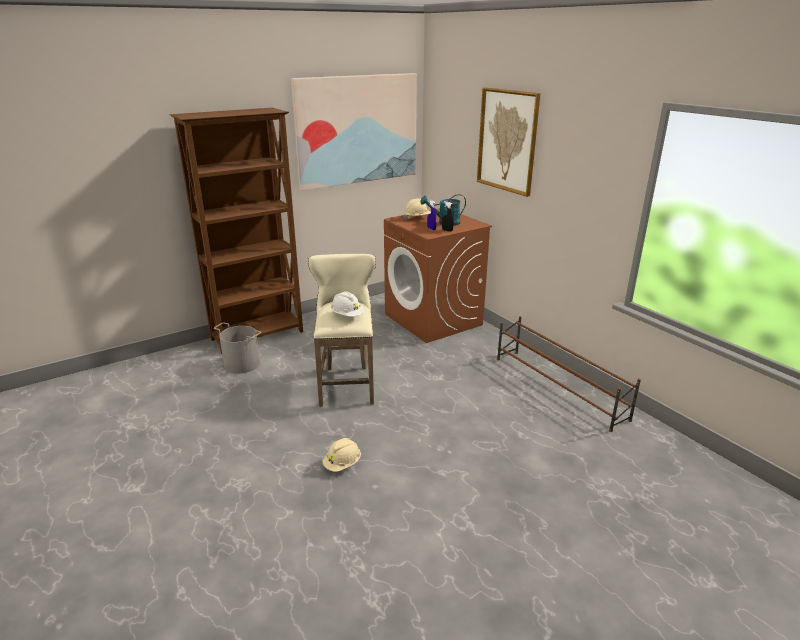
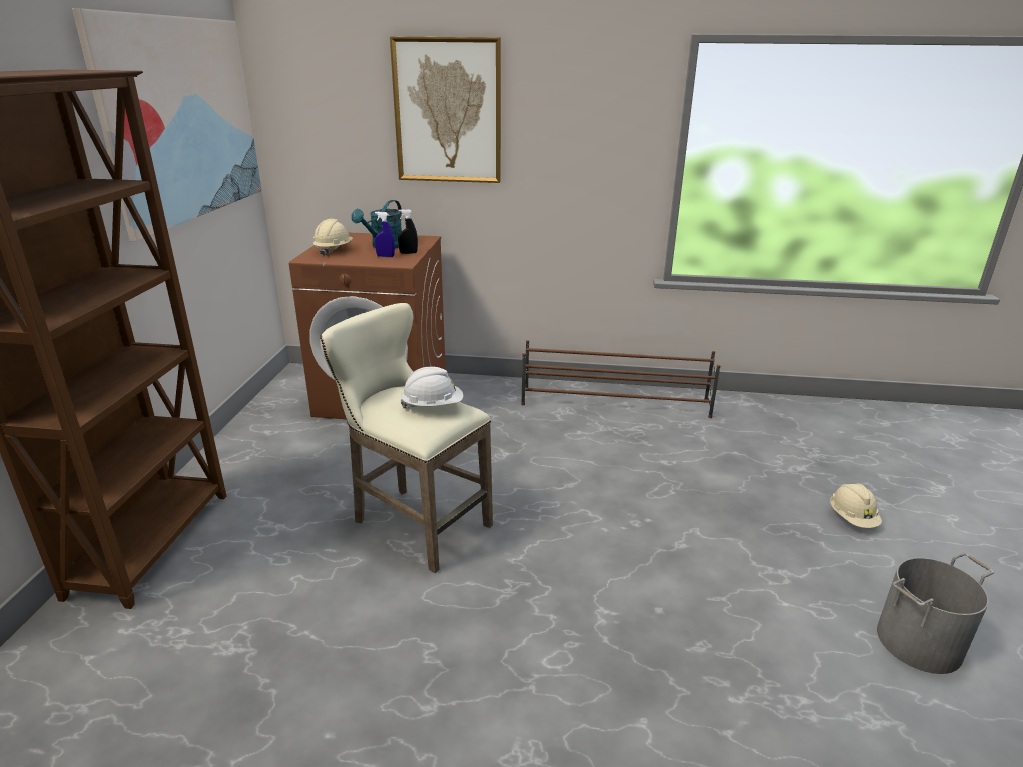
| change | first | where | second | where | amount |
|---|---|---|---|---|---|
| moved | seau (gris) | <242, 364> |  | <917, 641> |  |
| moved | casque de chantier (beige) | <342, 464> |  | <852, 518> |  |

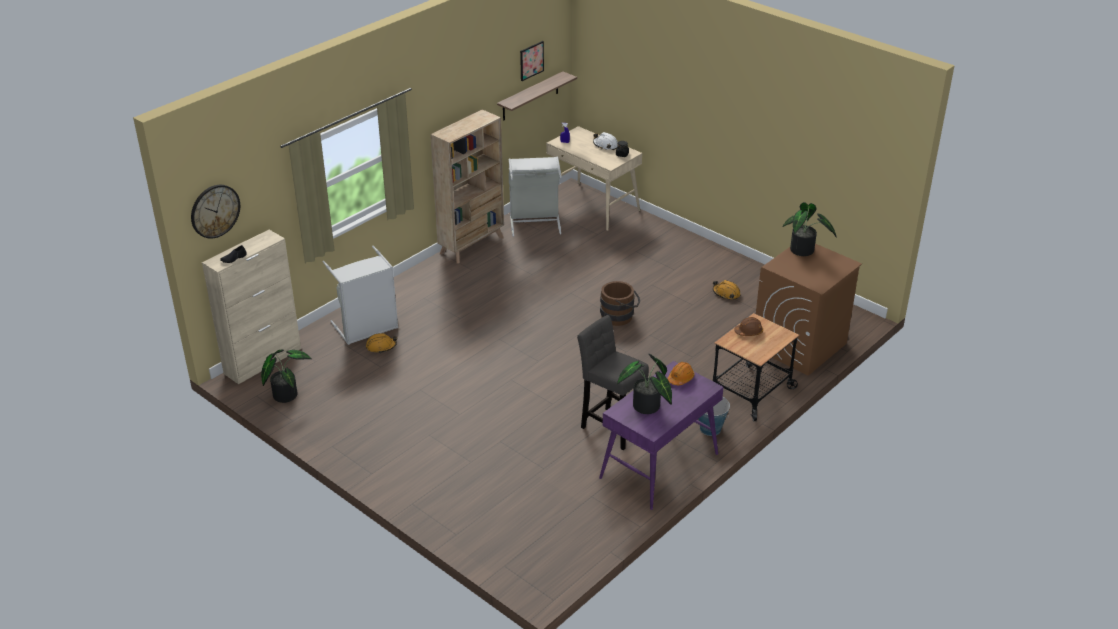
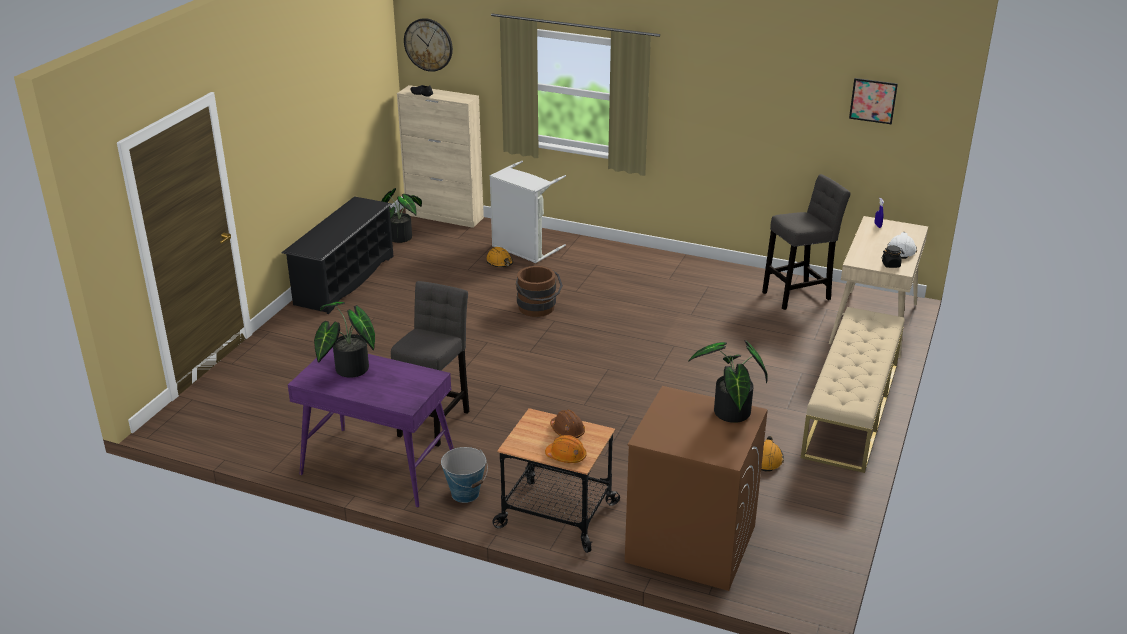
| change | first | where | second | where | amount |
|---|---|---|---|---|---|
| removed | bibliothèque (beige) | <472, 245> |  |  |  |
| removed | étagère | <530, 96> |  |  |  |
| added |  |  | étagère à chaussures (noir) | <344, 280> |  |
| added |  |  | banc (beige) | <851, 410> |  |
| moved | seau (marron) | <620, 316> |  | <538, 309> |  |
| moved | casque de chantier (orange) | <680, 378> |  | <566, 456> |  |
| replaced | panier à linge (gris) | <535, 222> | tabouret (gris) | <799, 294> |  |

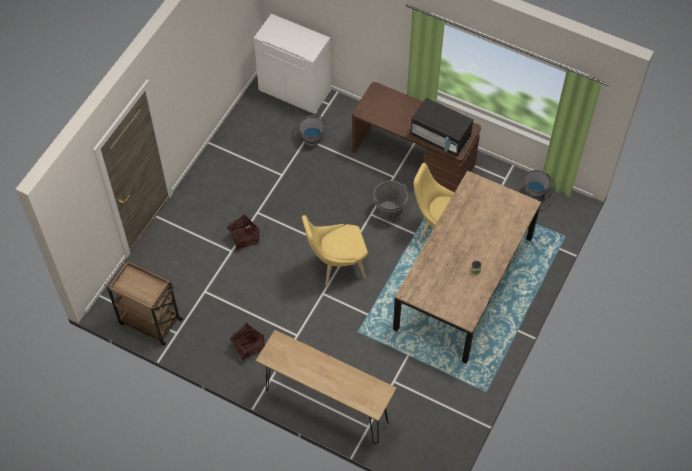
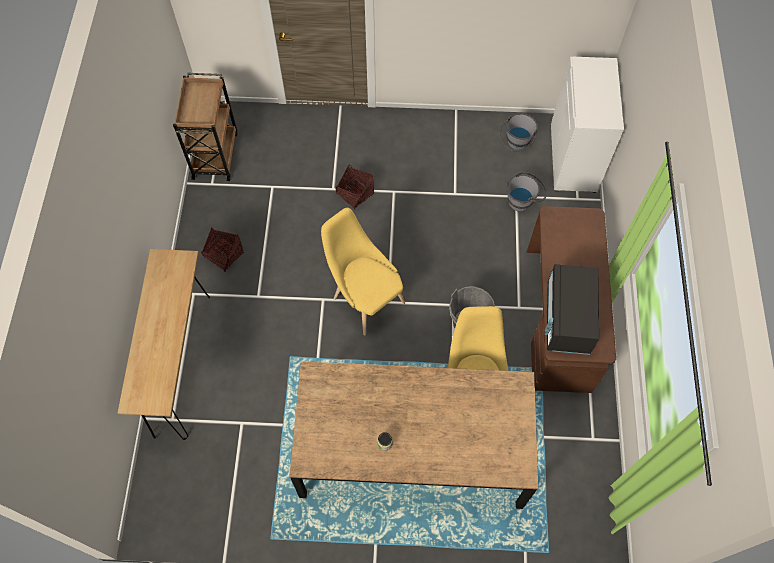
| change | first | where | second | where | amount |
|---|---|---|---|---|---|
| moved | seau (gris) | <536, 196> |  | <515, 145> |  |

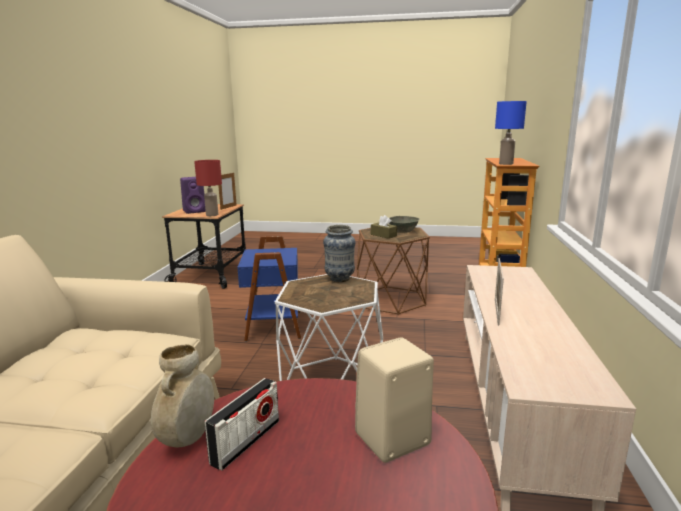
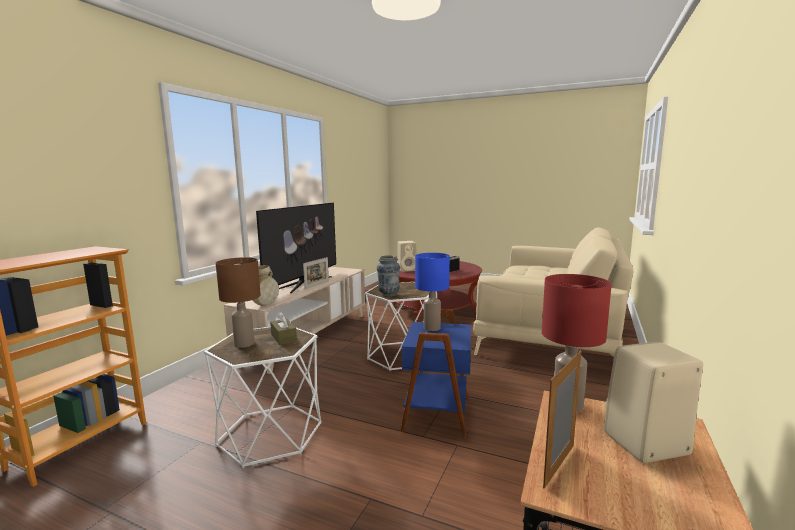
| change | first | where | second | where | amount |
|---|---|---|---|---|---|
| added |  |  | téléviseur | <303, 283> |  |
| moved | vase (beige) | <188, 438> |  | <265, 304> |  |
| moved | lampe de table (bleu) | <505, 164> |  | <432, 328> |  |
| replaced | bol (gris) | <402, 231> | lampe de table (marron) | <244, 344> |  |
| recoloured | enceinte (violet) | <195, 211> | enceinte (beige) | <644, 444> |  |
| recoloured | table d'appoint (marron) | <392, 300> | table d'appoint (blanc) | <270, 434> |  |

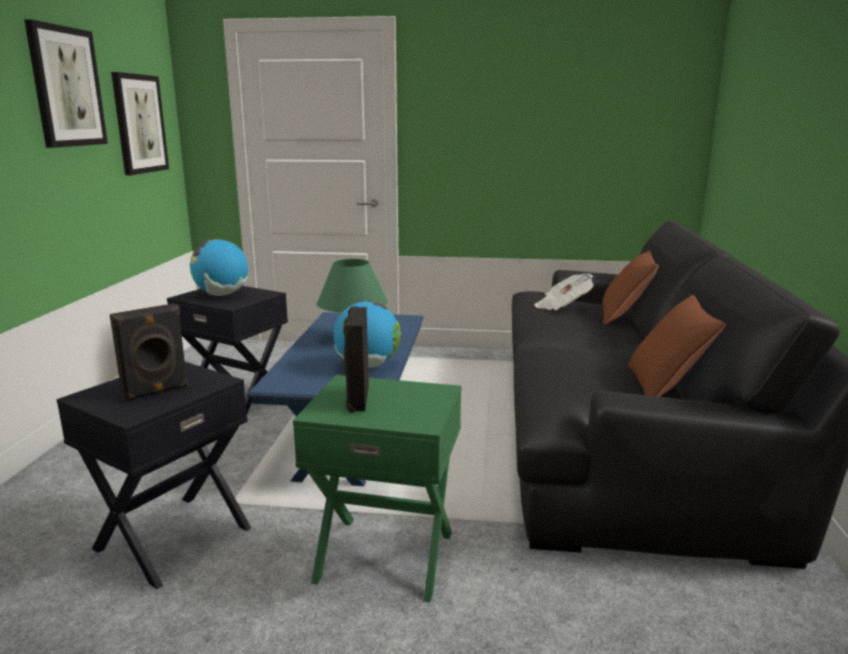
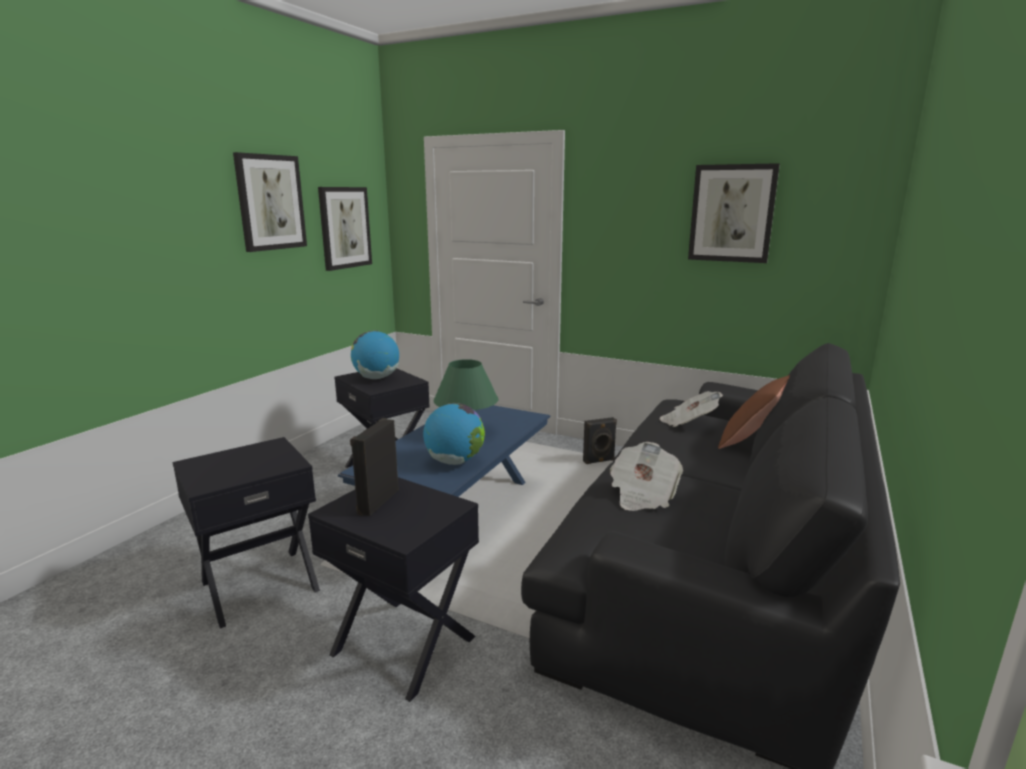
| change | first | where | second | where | amount |
|---|---|---|---|---|---|
| removed | coussin (marron) | <667, 385> |  |  |  |
| added |  |  | journal | <642, 495> |  |
| added |  |  | tableau | <732, 213> |  |
| moved | enceinte (noir) | <156, 392> |  | <599, 461> |  |
| recoloured | table d'appoint (vert) | <386, 555> | table d'appoint (noir) | <405, 644> |  |

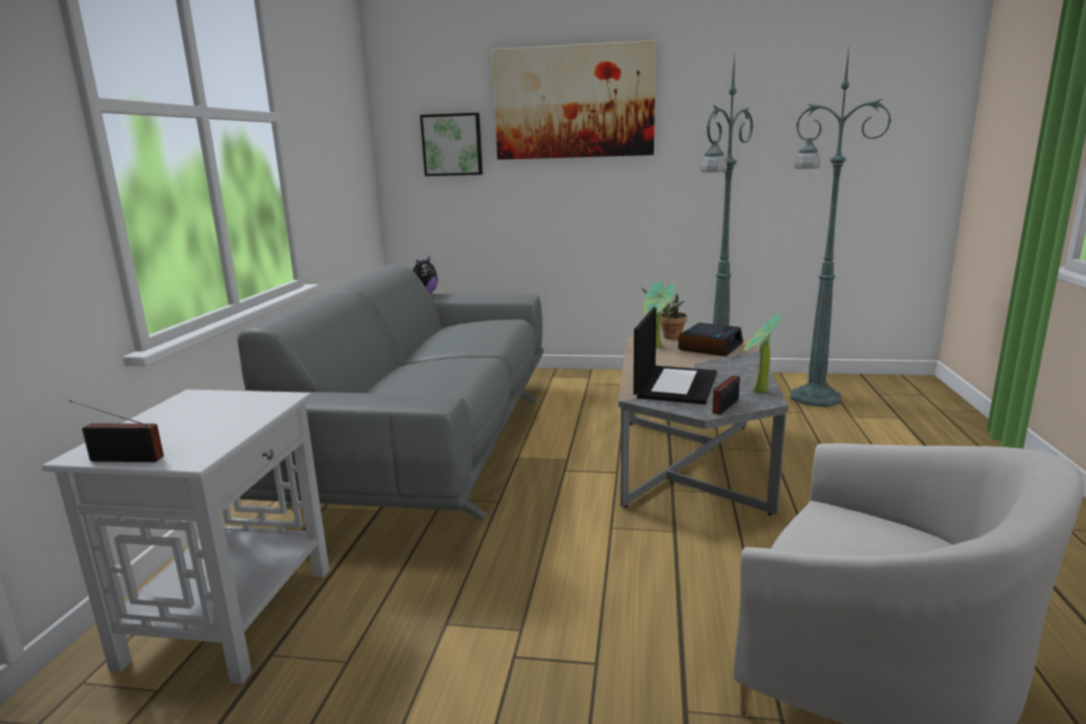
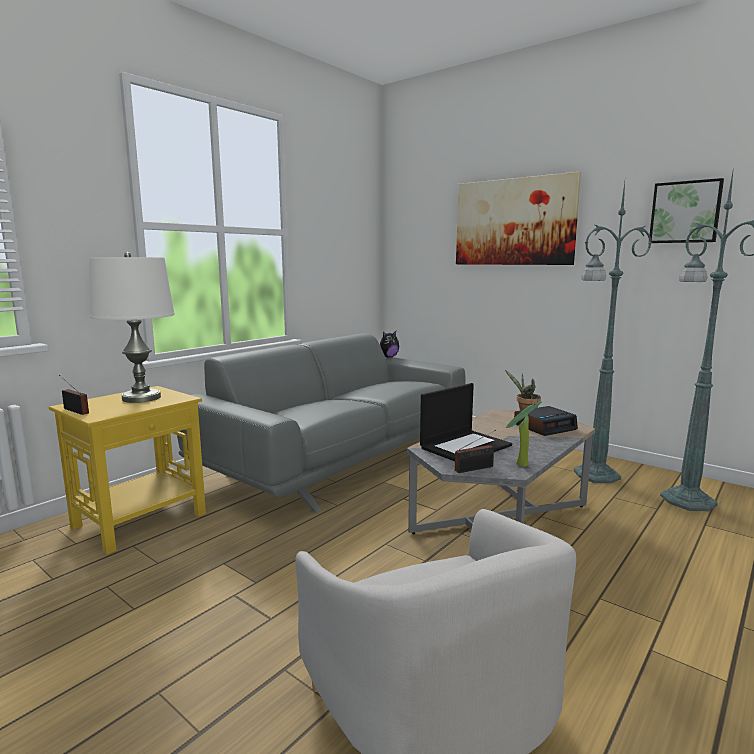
| change | first | where | second | where | amount |
|---|---|---|---|---|---|
| removed | plante en pot | <656, 347> |  |  |  |
| added |  |  | lampe de table (blanc) | <141, 398> |  |
| moved | tableau | <452, 145> |  | <685, 212> |  |
| recoloured | table d'appoint (blanc) | <232, 613> | table d'appoint (jaune) | <141, 519> |  |

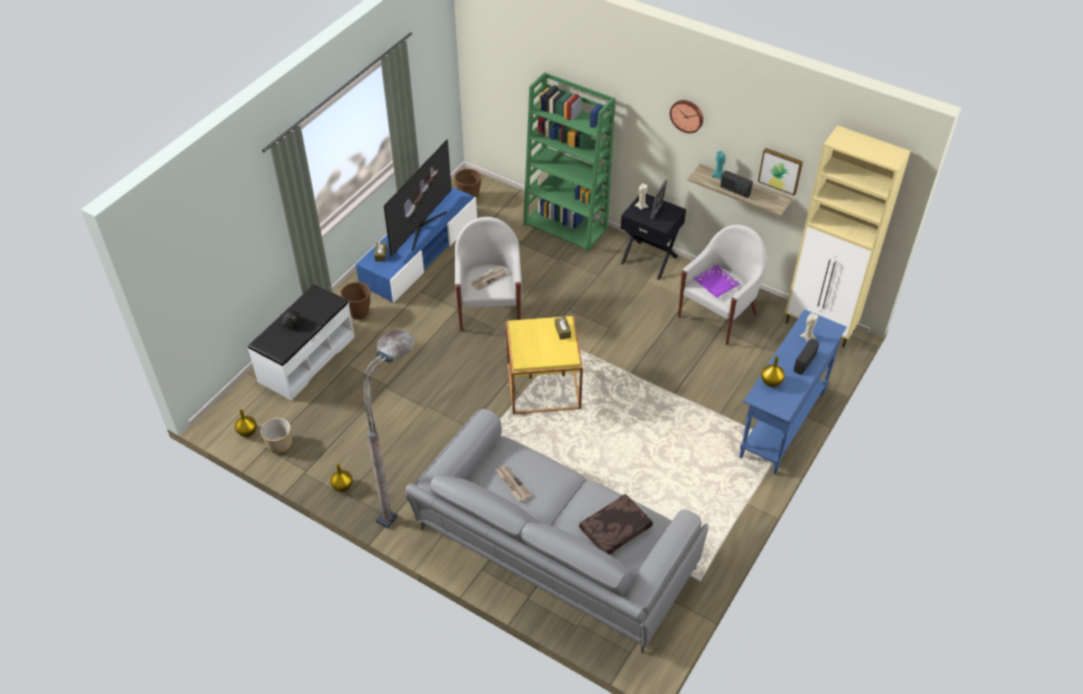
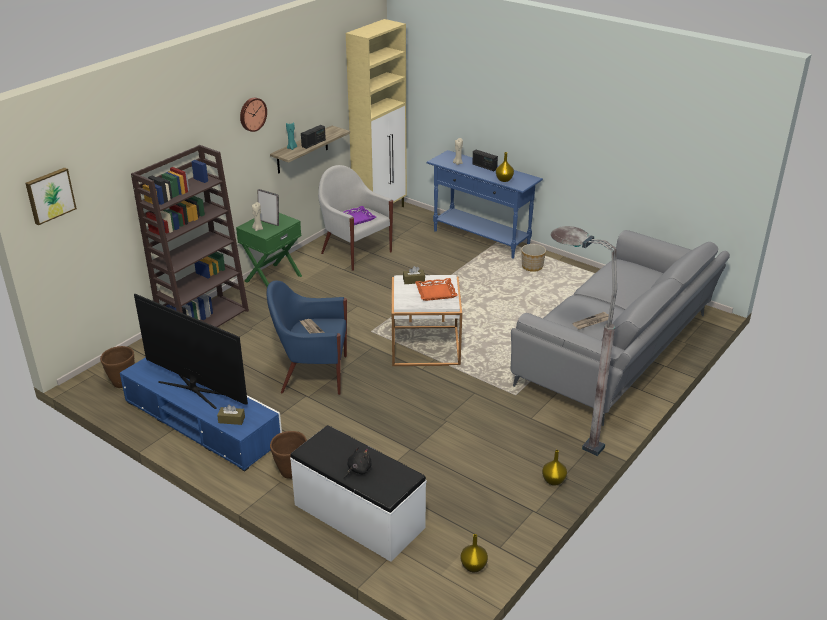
| change | first | where | second | where | amount |
|---|---|---|---|---|---|
| removed | coussin (marron) | <615, 530> |  |  |  |
| added |  |  | plateau (orange) | <436, 292> |  |
| moved | cache-pot | <280, 444> |  | <532, 266> |  |
| moved | tableau | <781, 170> |  | <50, 195> |  |
| recoloured | fauteuil (blanc) | <490, 309> | fauteuil (bleu) | <312, 374> |  |
| recoloured | table d'appoint (jaune) | <543, 385> | table d'appoint (blanc) | <425, 346> |  |
| recoloured | bibliothèque (vert) | <566, 226> | bibliothèque (marron) | <204, 320> |  |
| recoloured | table de chevet (noir) | <649, 259> | table de chevet (vert) | <272, 278> |  |

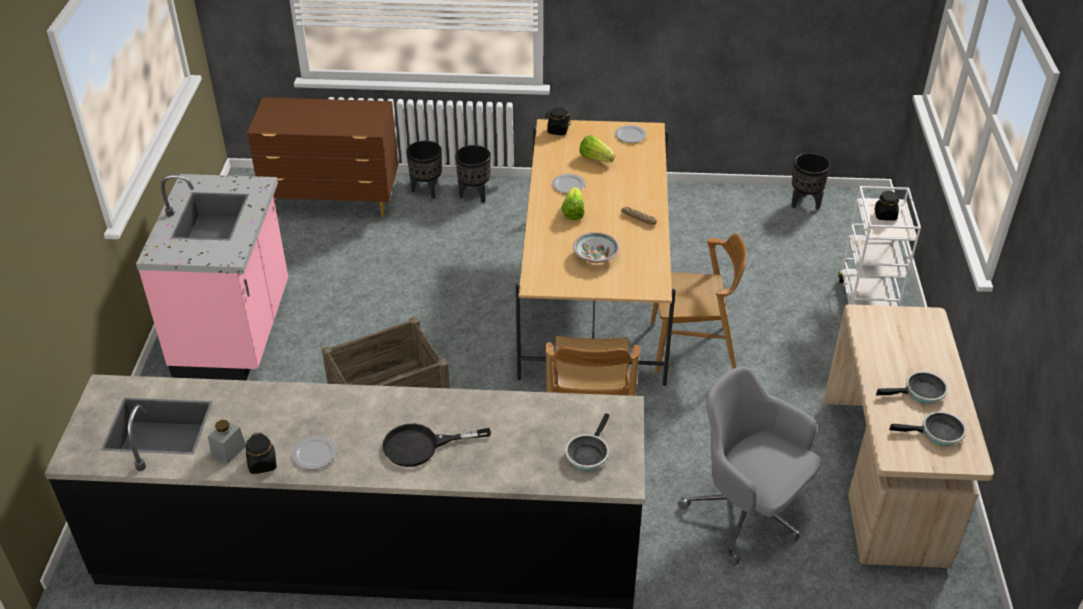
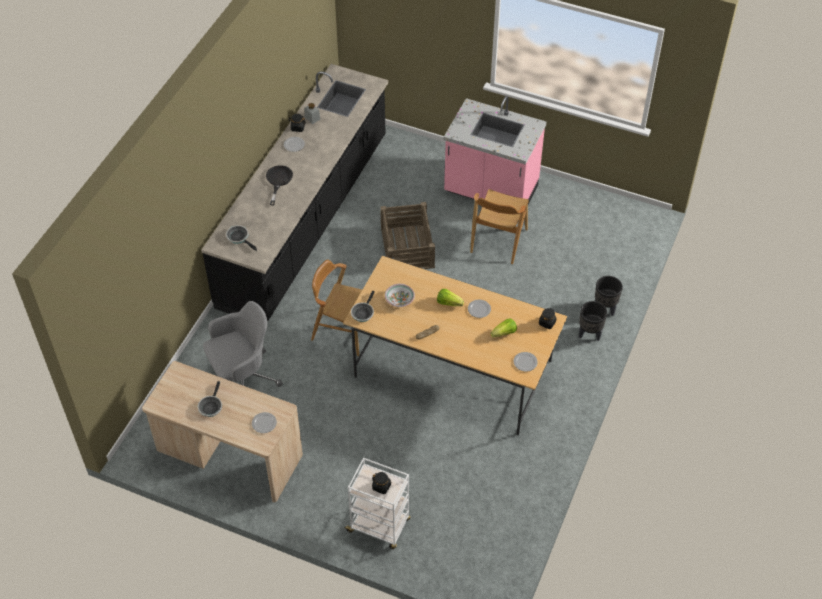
| change | first | where | second | where | amount |
|---|---|---|---|---|---|
| removed | commode (marron) | <334, 202> |  |  |  |
| removed | cache-pot (noir) | <805, 203> |  |  |  |
| added |  |  | assiette | <264, 423> |  |
| moved | chaise (marron) | <692, 348> |  | <498, 241> |  |
| moved | poêle | <938, 433> |  | <363, 312> |  |

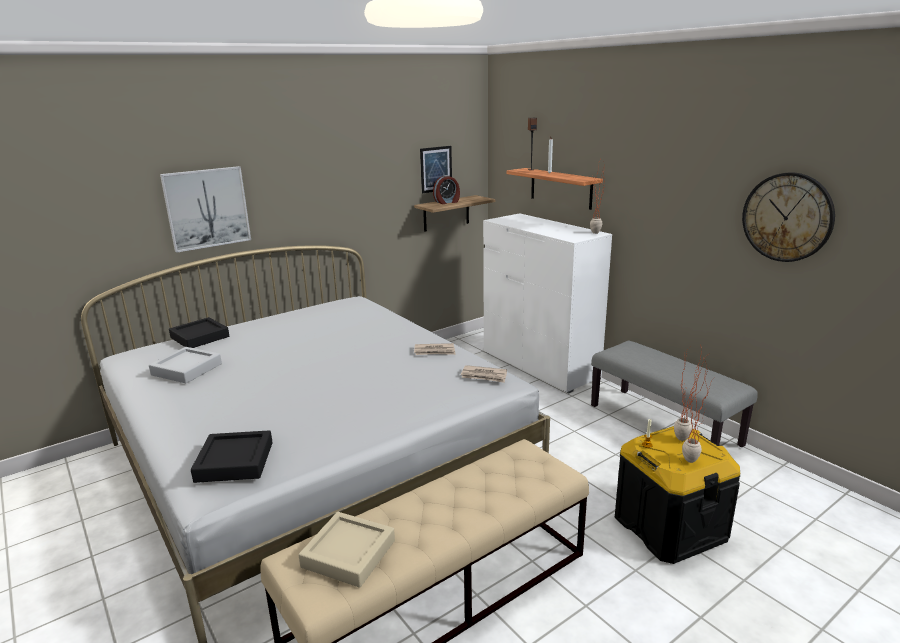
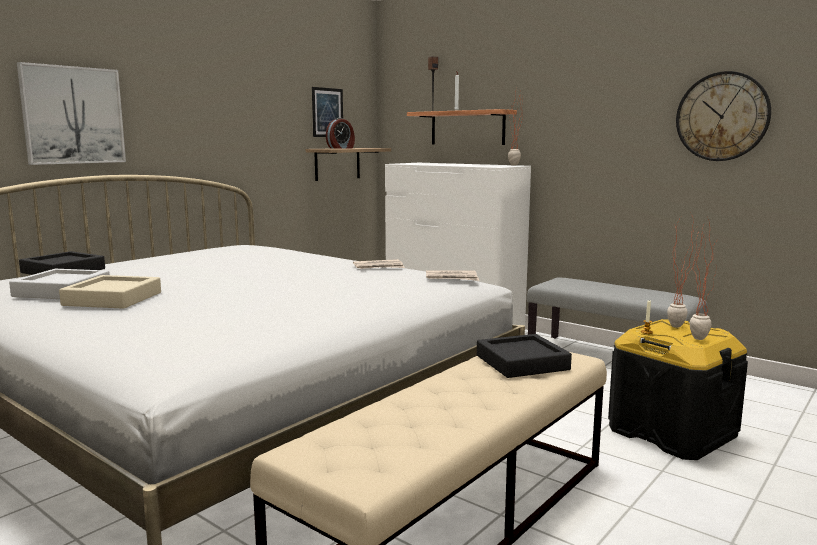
| change | first | where | second | where | amount |
|---|---|---|---|---|---|
| moved | plateau (noir) | <234, 462> |  | <522, 362> |  |
| moved | plateau (beige) | <348, 554> |  | <113, 299> |  |

